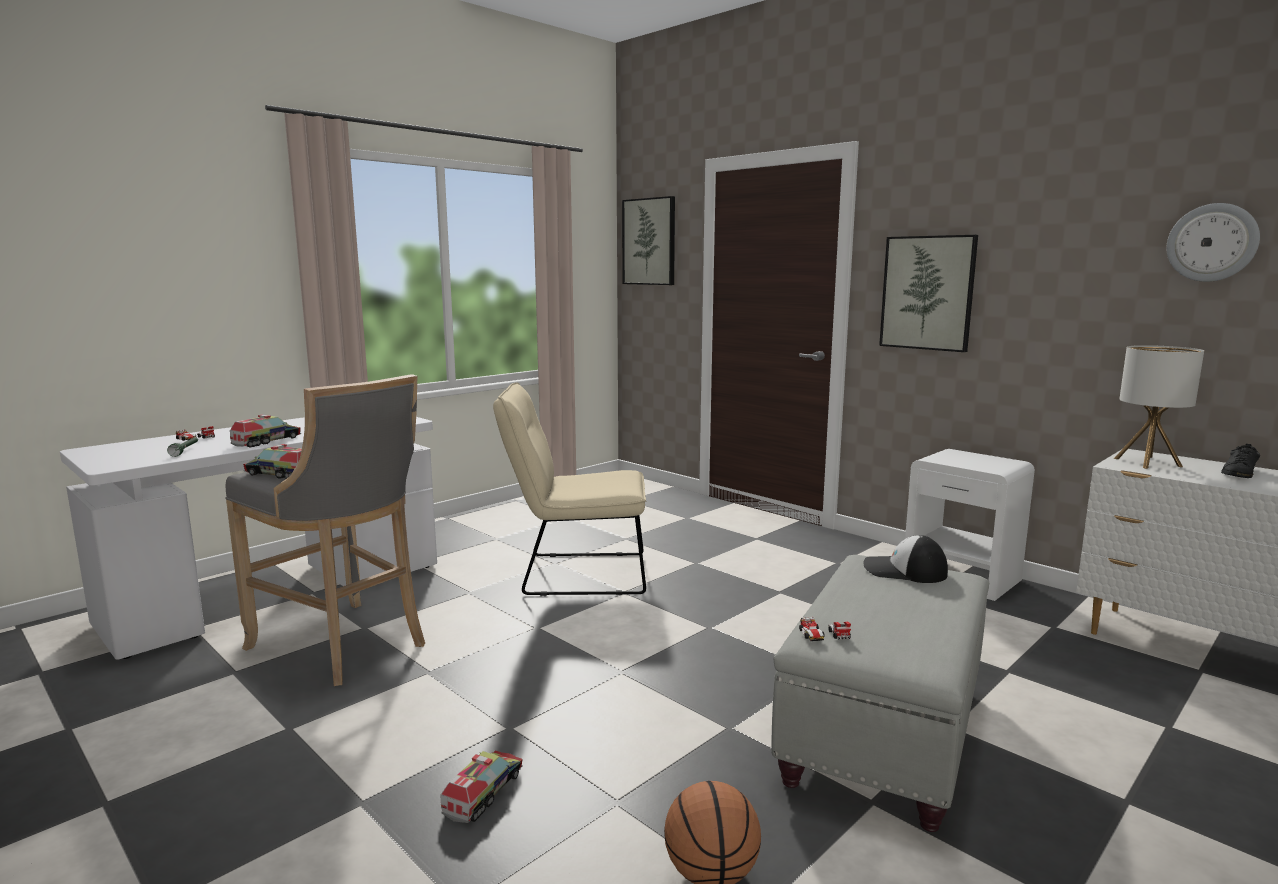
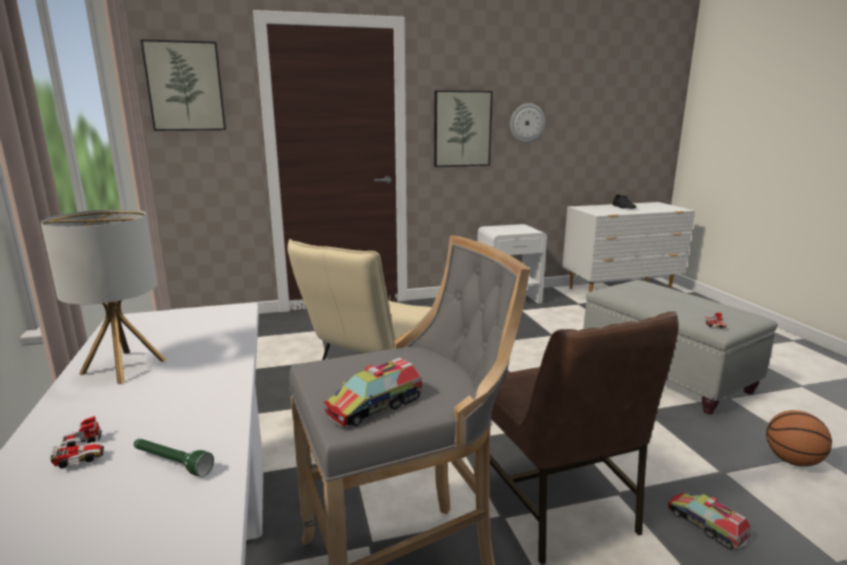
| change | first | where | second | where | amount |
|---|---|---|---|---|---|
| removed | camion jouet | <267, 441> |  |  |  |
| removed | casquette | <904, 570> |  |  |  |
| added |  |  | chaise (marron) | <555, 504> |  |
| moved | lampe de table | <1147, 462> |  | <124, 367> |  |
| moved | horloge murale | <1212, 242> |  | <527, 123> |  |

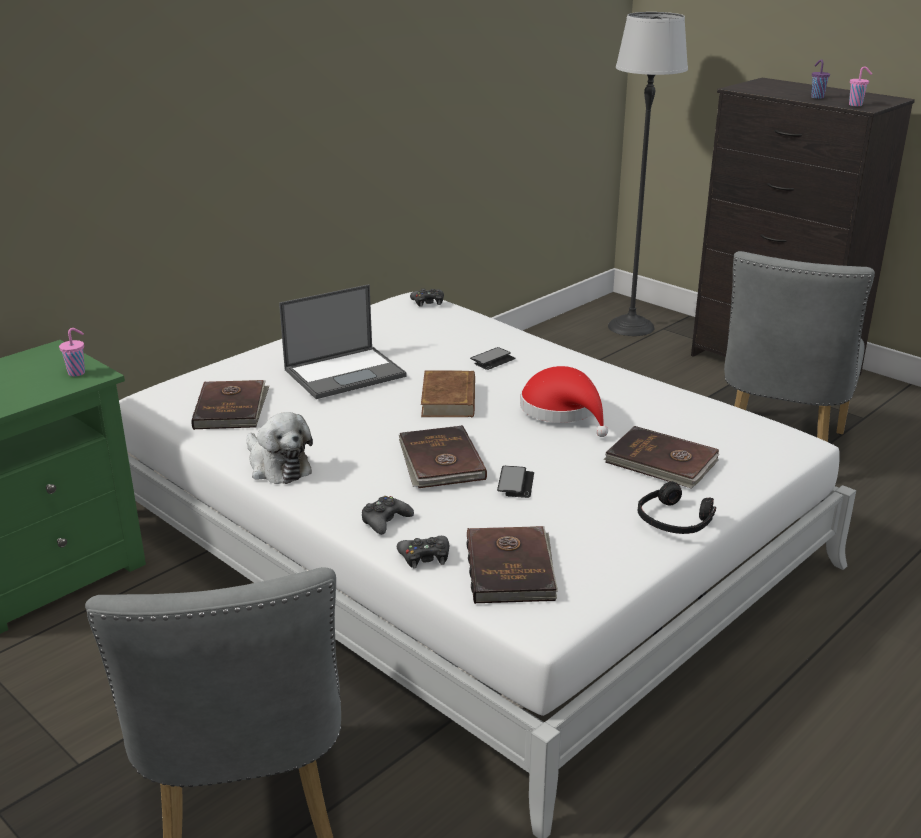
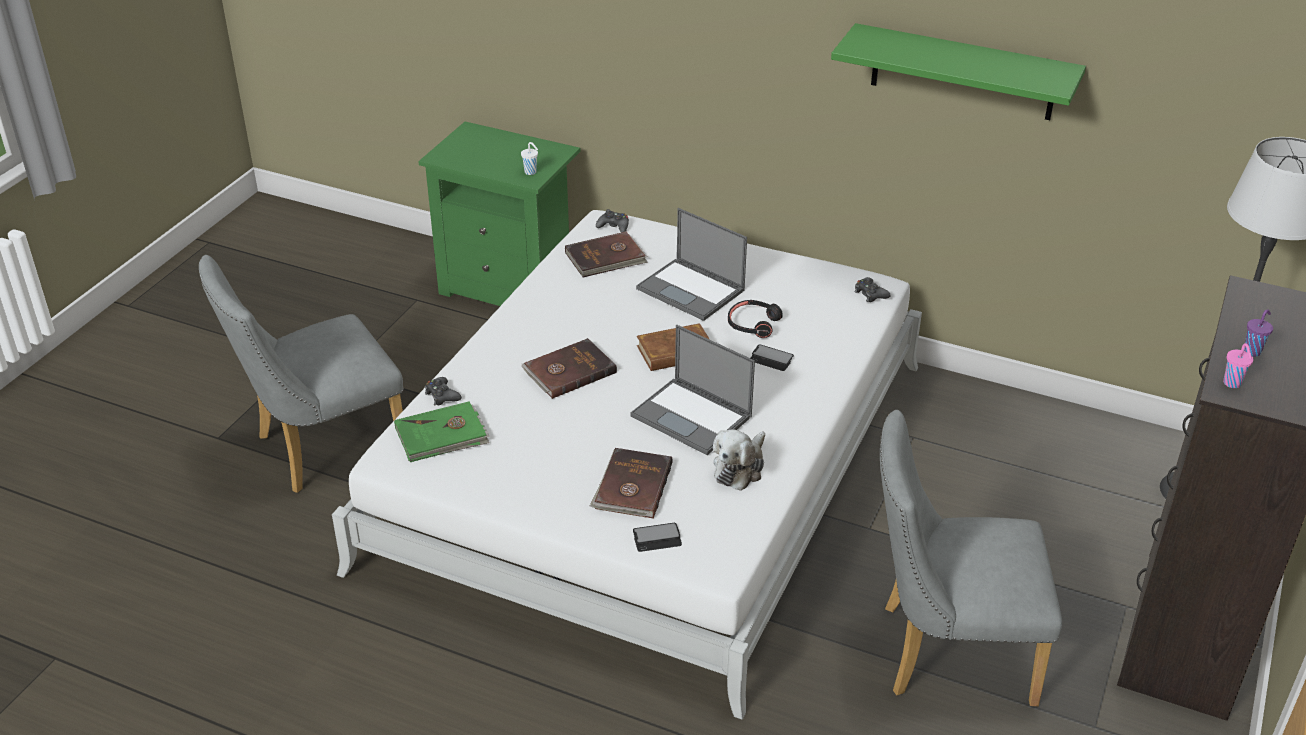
| change | first | where | second | where | amount |
|---|---|---|---|---|---|
| added |  |  | étagère (vert) | <963, 72> |  |
| moved | peluche | <277, 466> |  | <740, 468> |  |
| moved | manette (noir) | <385, 521> |  | <614, 226> |  |
| moved | téléphone | <515, 483> |  | <657, 538> |  |
| moved | casque audio (noir) | <674, 521> |  | <753, 324> |  |
| replaced | chapeau (rouge) | <563, 411> | ordinateur portable | <692, 416> |  |
| recoloured | tasse (rose) | <77, 373> | tasse (blanc) | <531, 172> |  |
| recoloured | livre (marron) | <511, 568> | livre (vert) | <442, 436> |  |

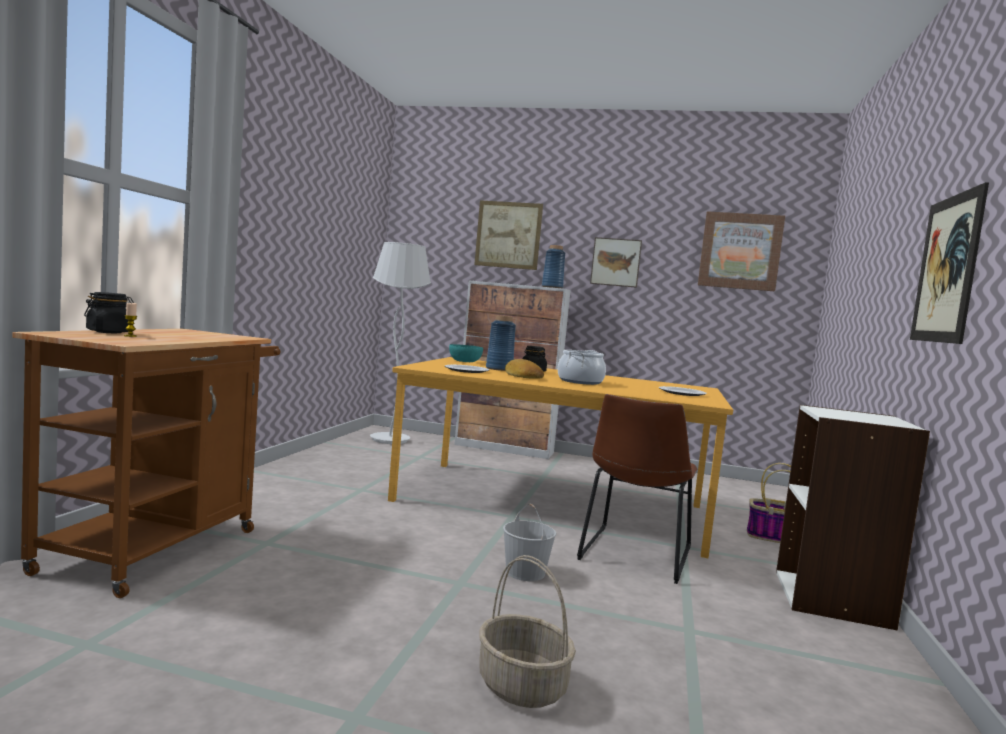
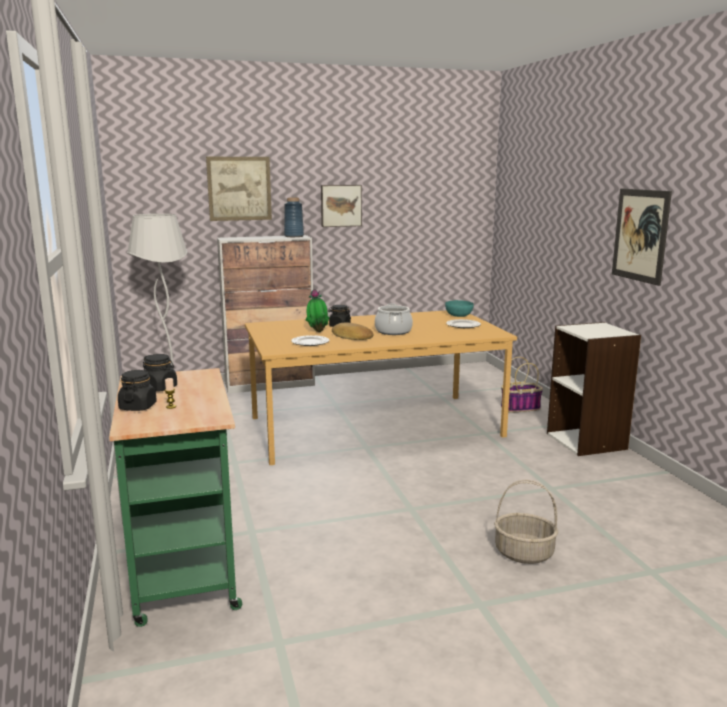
| change | first | where | second | where | amount |
|---|---|---|---|---|---|
| removed | seau (blanc) | <524, 572> |  |  |  |
| removed | chaise (marron) | <634, 555> |  |  |  |
| removed | tableau | <740, 251> |  |  |  |
| added |  |  | bocal (noir) | <160, 388> |  |
| moved | bol (turquoise) | <464, 361> |  | <458, 315> |  |
| replaced | vase (bleu) | <499, 369> | plante en pot | <317, 331> |  |
| recoloured | chariot (marron) | <160, 546> | chariot (vert) | <184, 565> |  |

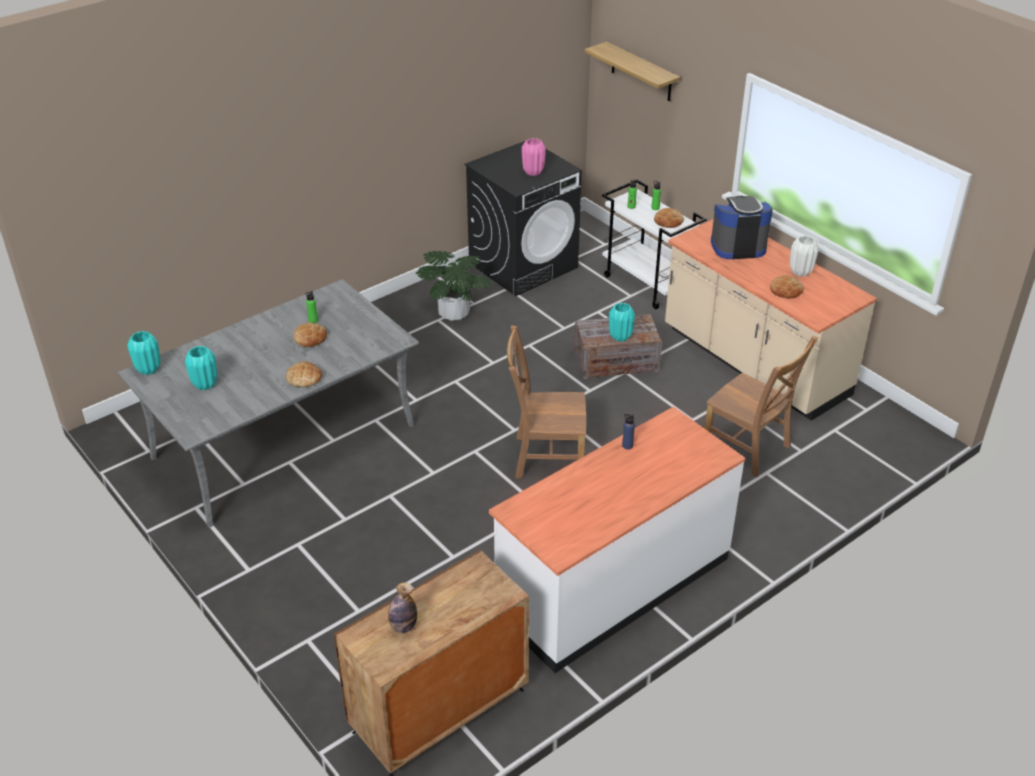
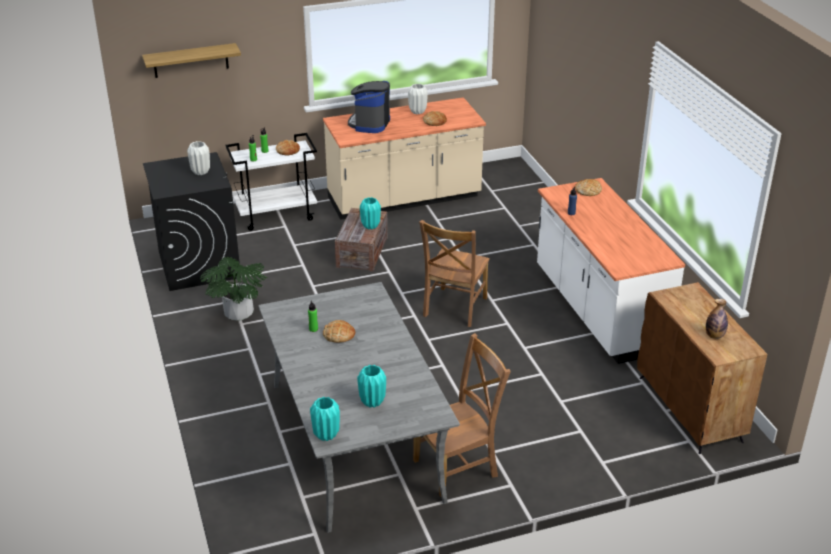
| change | first | where | second | where | amount |
|---|---|---|---|---|---|
| moved | pain | <304, 377> |  | <588, 190> |  |
| moved | chaise (marron) | <749, 448> |  | <458, 467> |  |
| recoloured | vase (rose) | <533, 172> | vase (blanc) | <201, 172> |  |

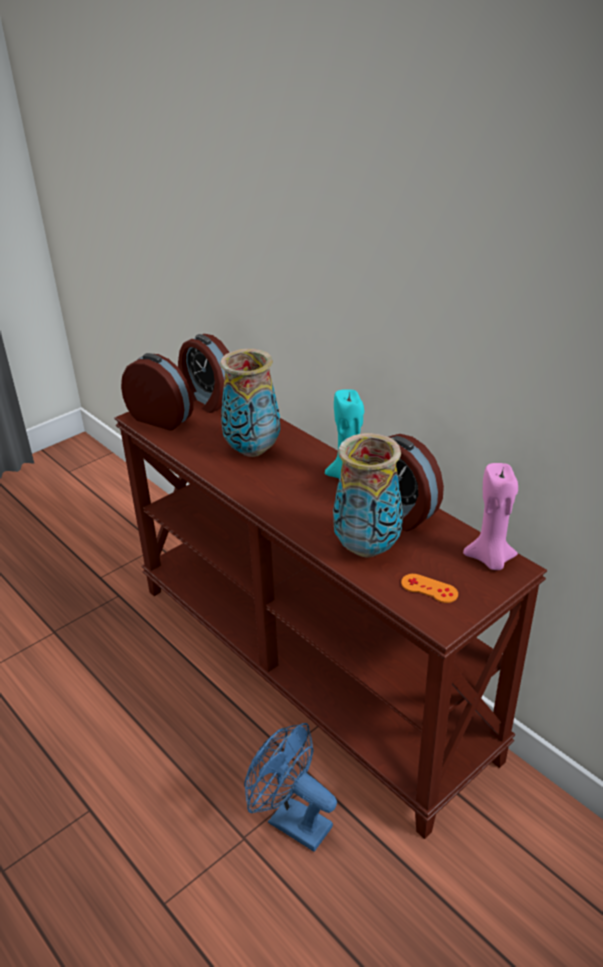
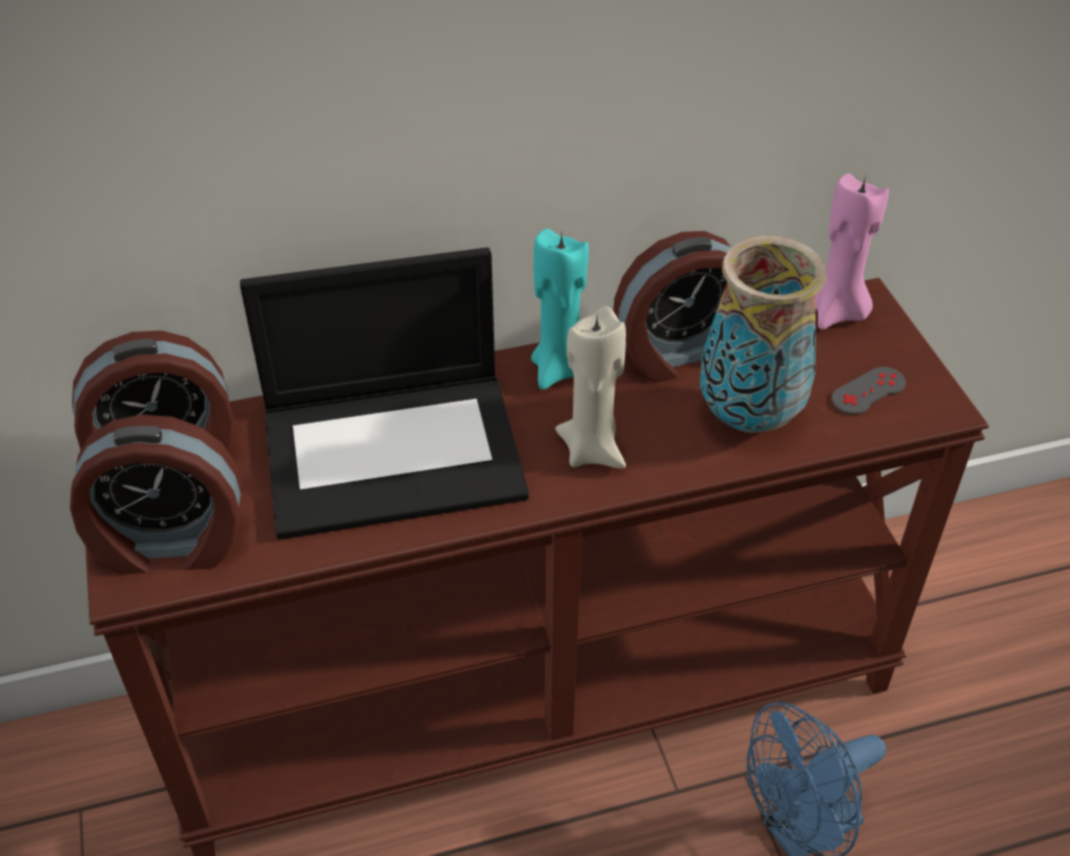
| change | first | where | second | where | amount |
|---|---|---|---|---|---|
| added |  |  | bougie (beige) | <592, 449> |  |
| replaced | vase | <253, 450> | ordinateur portable | <395, 451> |  |
| recoloured | manette (orange) | <429, 588> | manette (gris) | <868, 391> |  |
| turned | réveil | <162, 418> |  | <170, 544> | 150 degrees counterclockwise |

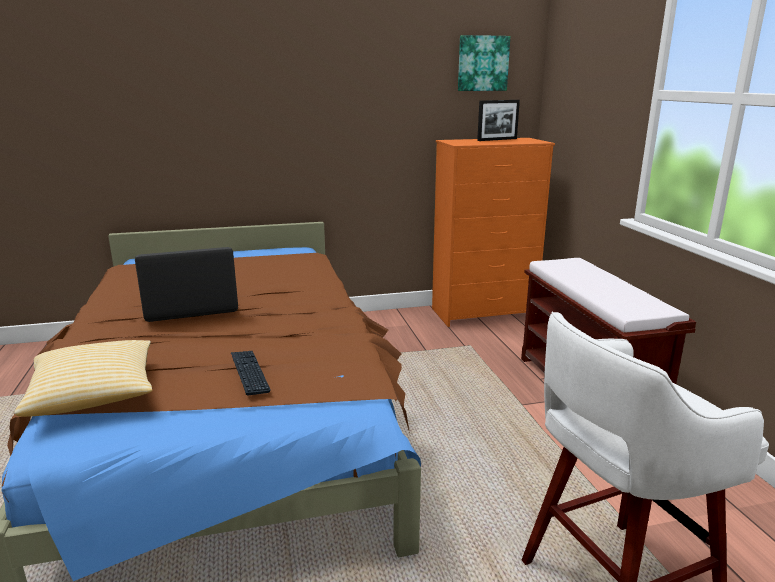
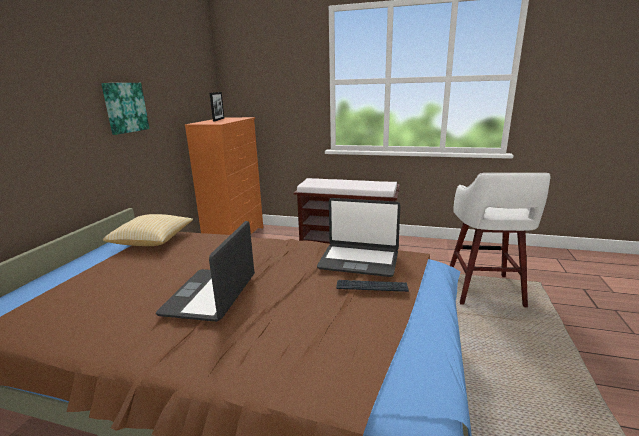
| change | first | where | second | where | amount |
|---|---|---|---|---|---|
| added |  |  | ordinateur portable | <359, 260> |  |
| moved | coussin | <94, 395> |  | <153, 240> |  |
| moved | tableau | <482, 63> |  | <125, 107> |  |

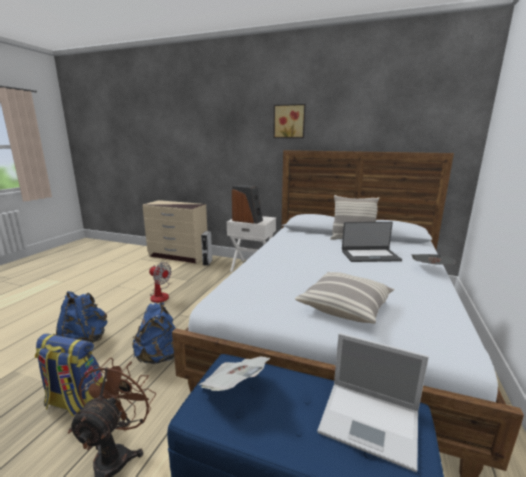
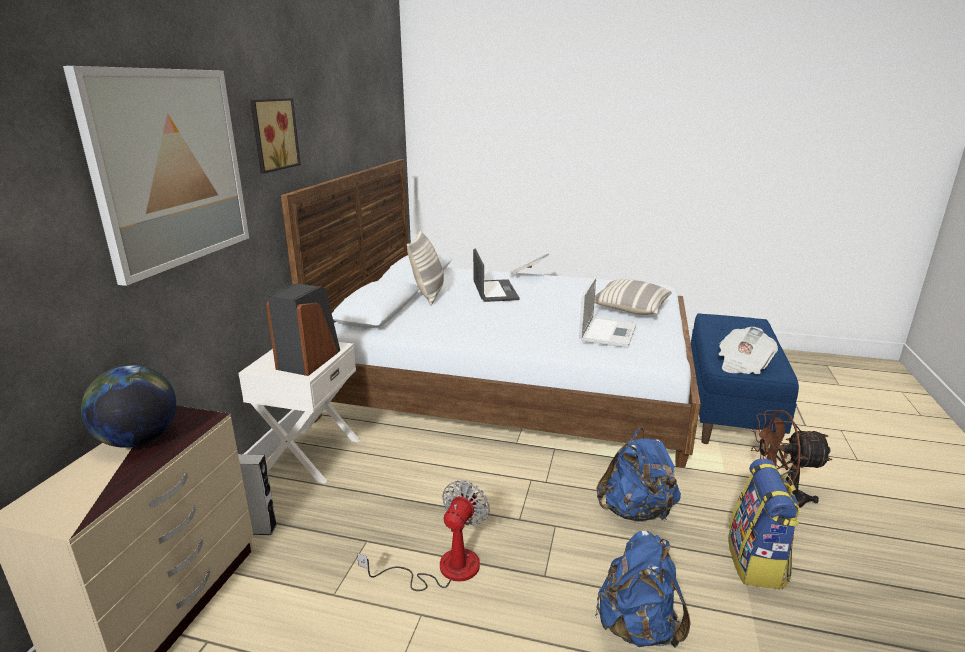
| change | first | where | second | where | amount |
|---|---|---|---|---|---|
| added |  |  | tableau | <170, 169> |  |
| added |  |  | globe | <138, 440> |  |
| moved | ordinateur portable | <371, 422> |  | <608, 332> |  |

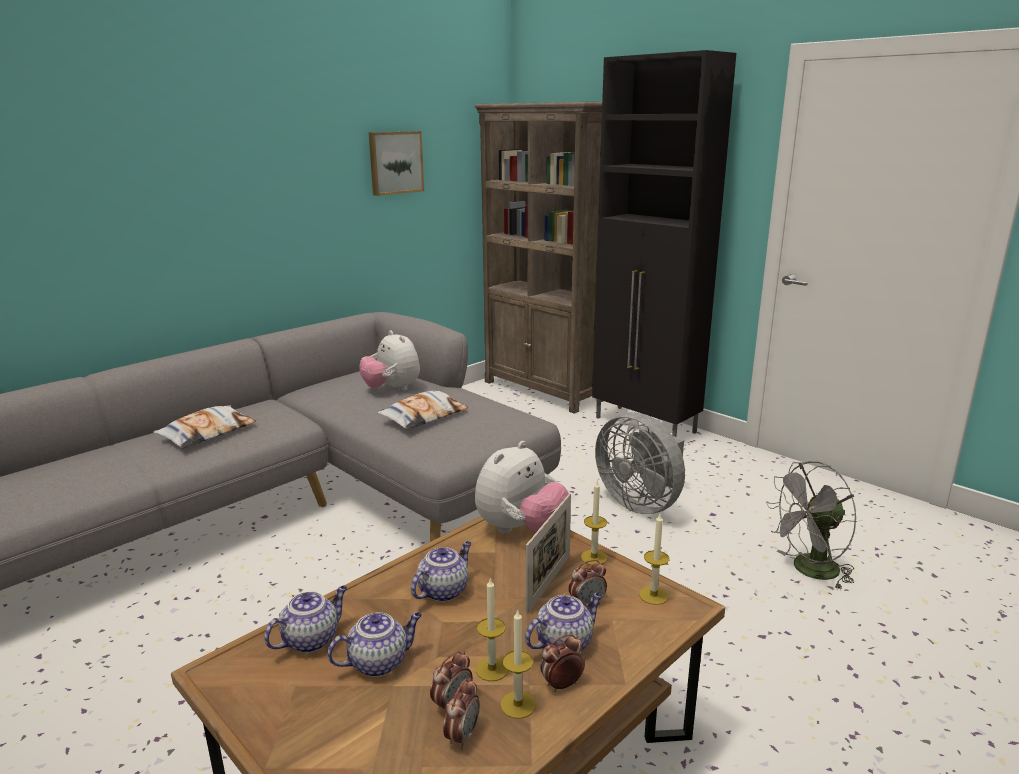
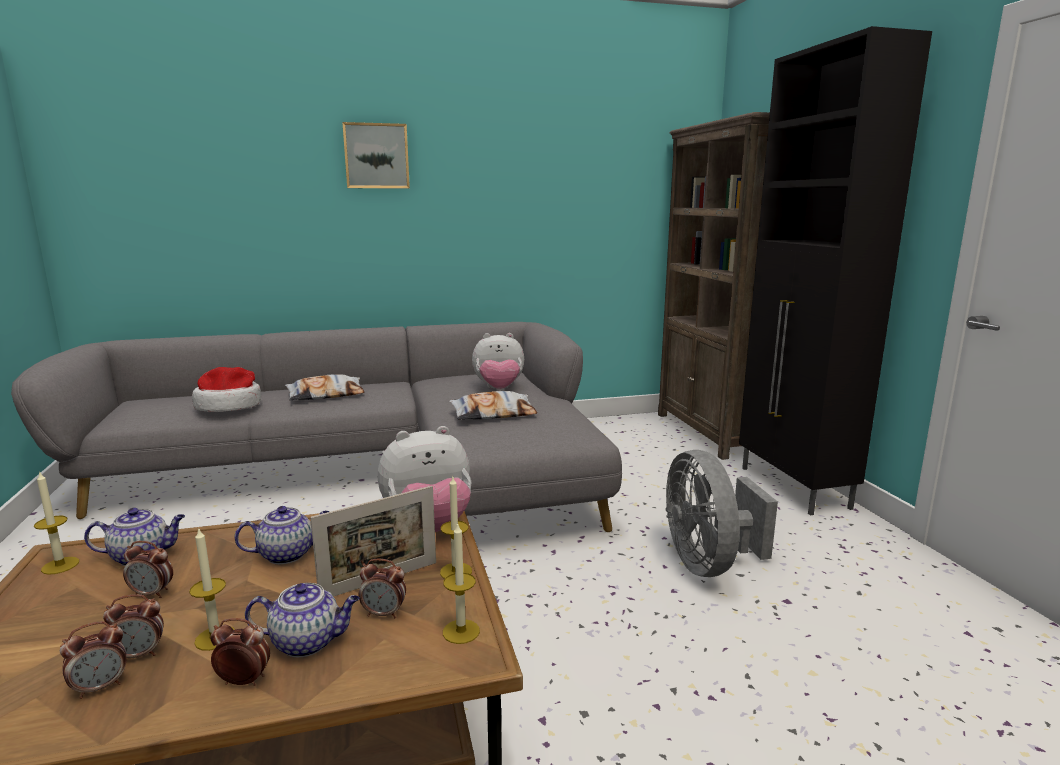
| change | first | where | second | where | amount |
|---|---|---|---|---|---|
| removed | ventilateur (gris) | <809, 571> |  |  |  |
| added |  |  | chapeau | <229, 406> |  |
| moved | tableau | <395, 162> |  | <376, 156> |  |
| moved | bougie | <518, 704> |  | <60, 565> |  |
| replaced | théière | <379, 662> | réveil | <152, 593> |  |
| turned | peluche | <392, 389> |  | <499, 389> | 90 degrees counterclockwise |

